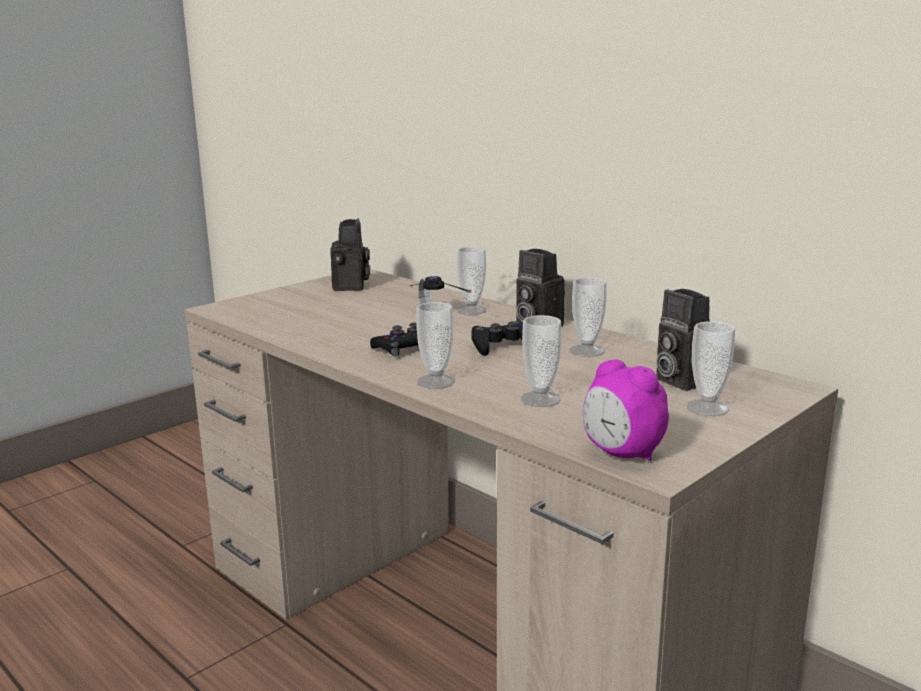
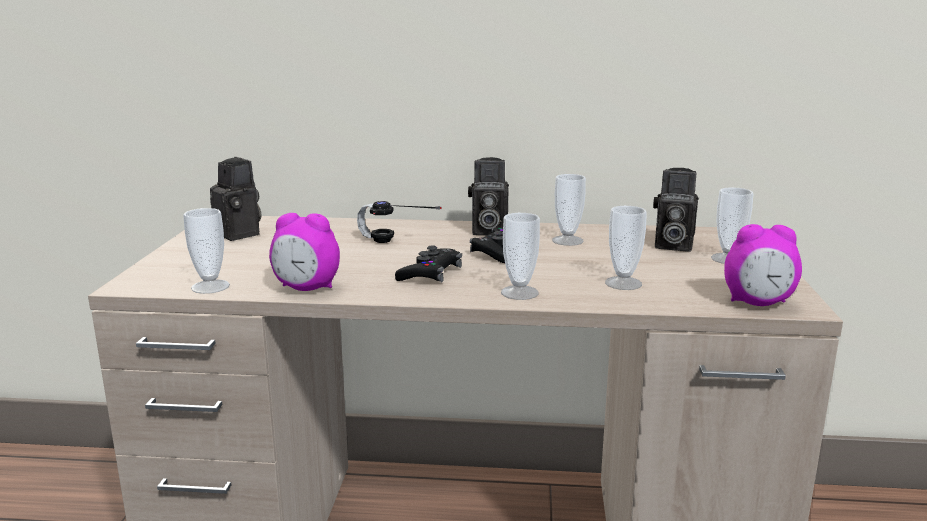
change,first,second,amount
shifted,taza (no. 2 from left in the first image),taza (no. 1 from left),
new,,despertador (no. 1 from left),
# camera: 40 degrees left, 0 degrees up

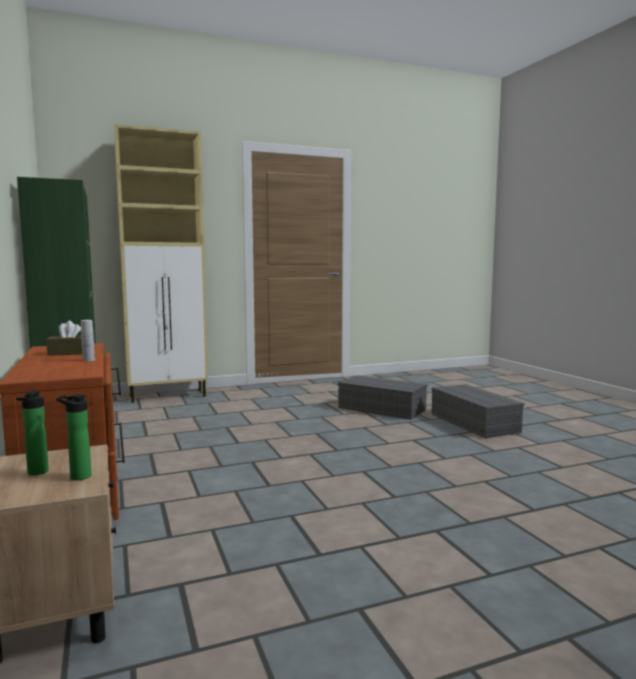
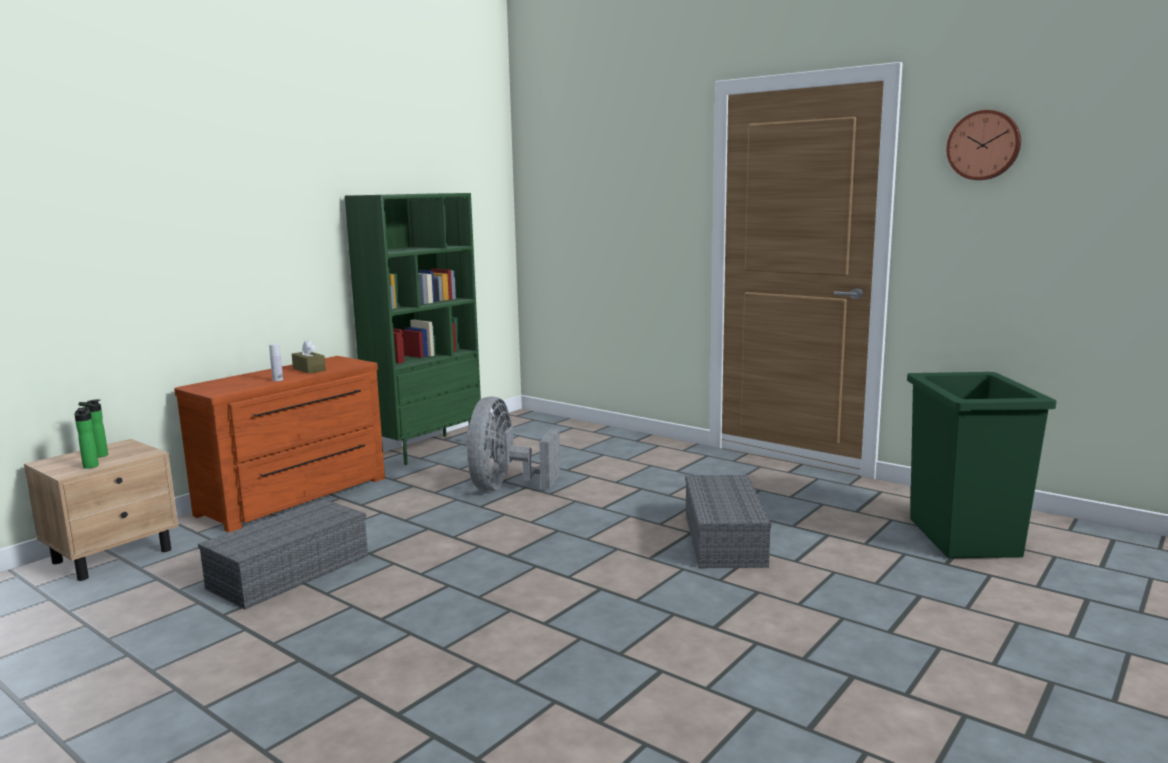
change,first,second,amount
gone,armario (beis),,
shifted,caja de almacenaje (gris) (no. 2 from left in the first image),caja de almacenaje (gris) (no. 1 from left),
new,,ventilador (gris),
new,,papelera (verde),
new,,reloj de pared,
# camera: 60 degrees right, 5 degrees up

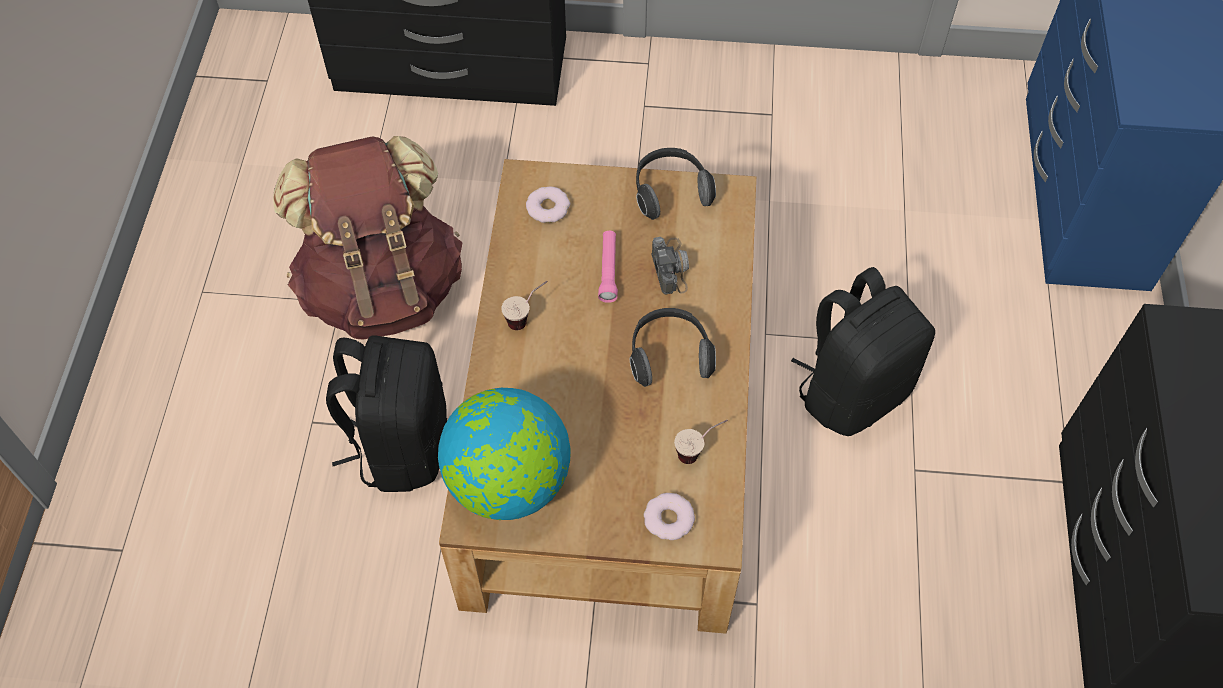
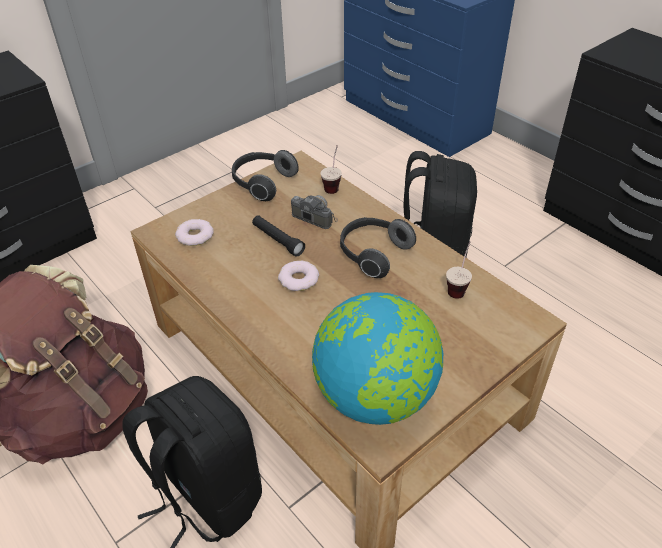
change,first,second,amount
shifted,taza (no. 1 from left),,
repainted,linterna (rosa),linterna (negro),
shifted,rosquilla (no. 2 from left),,
# camera: 45 degrees left, 15 degrees down

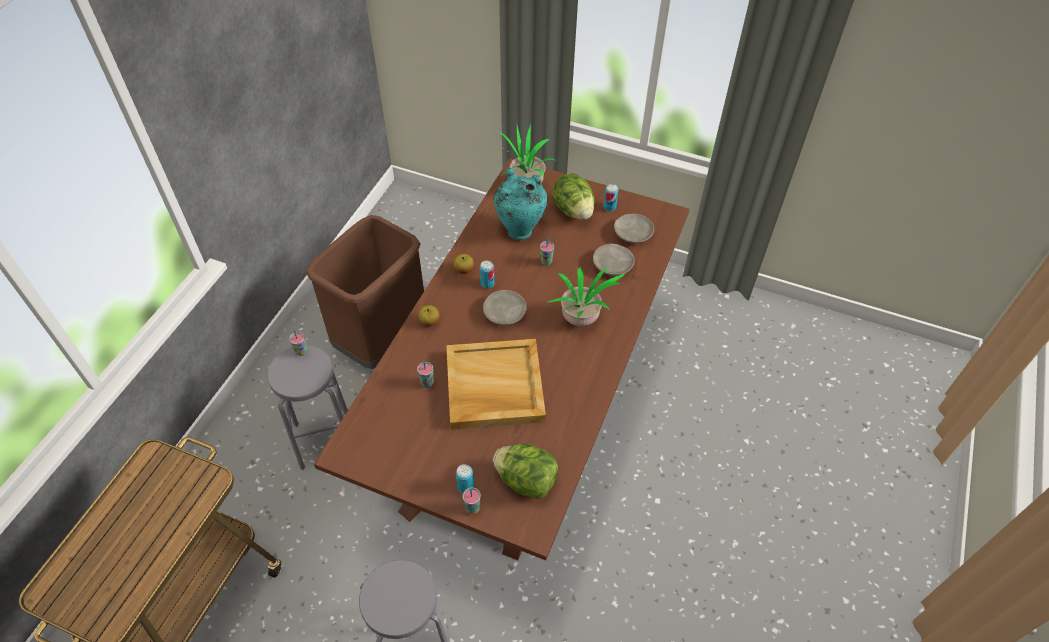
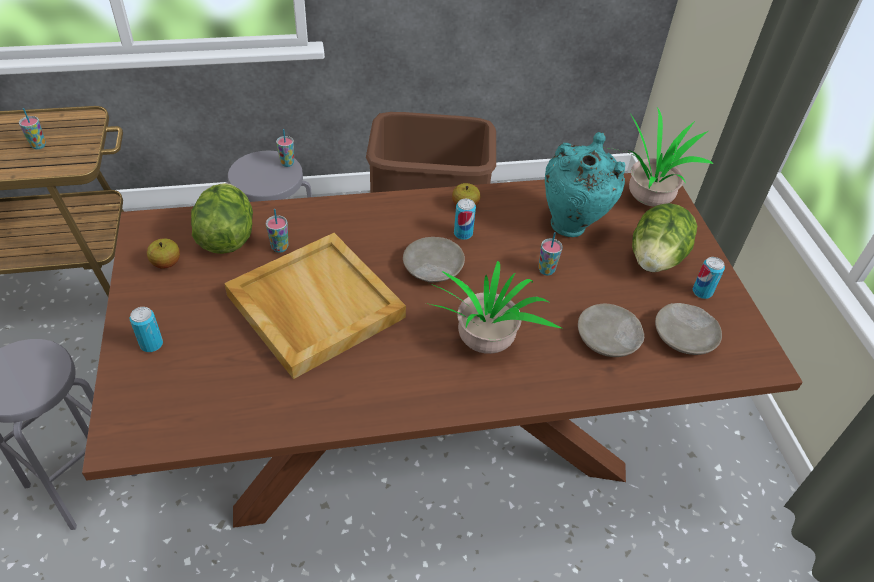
change,first,second,amount
shifted,manzana (no. 1 from left),,
shifted,taza (no. 3 from left in the first image),taza (no. 1 from left),
shifted,lechuga (no. 1 from left),,
# camera: 55 degrees right, 5 degrees down

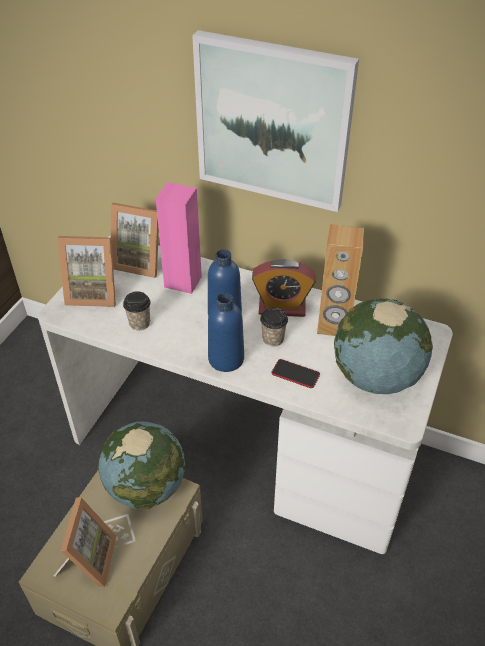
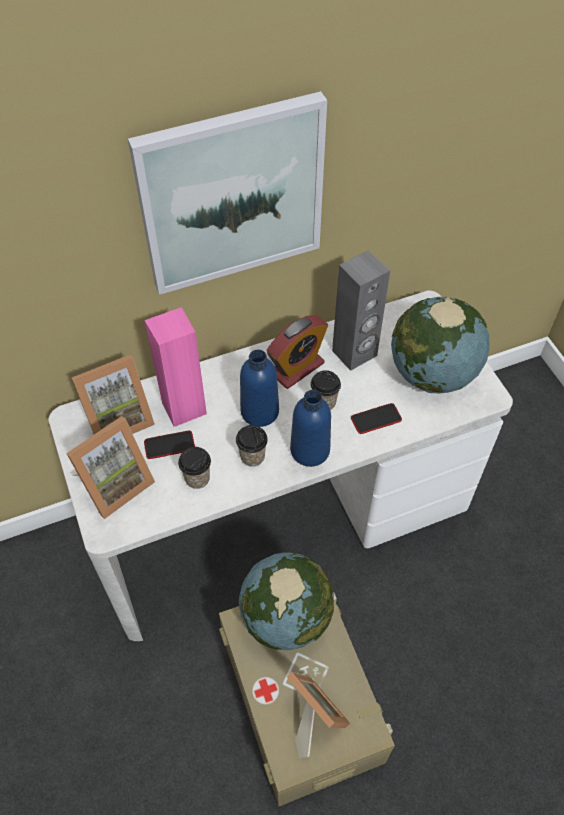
change,first,second,amount
repainted,altavoz (marrón),altavoz (gris),
new,,móvil (no. 1 from left),
new,,taza (no. 2 from left),
# camera: 45 degrees left, 10 degrees up

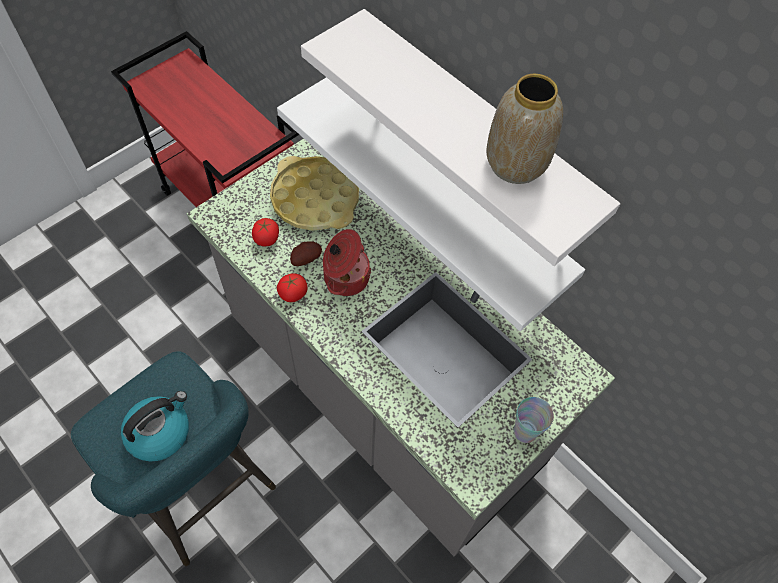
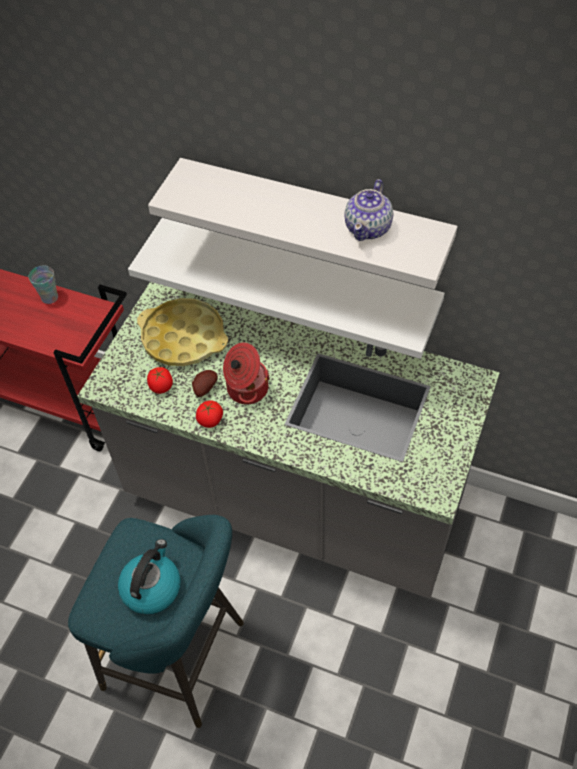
change,first,second,amount
swapped,florero,tetera,
shifted,taza,,
# camera: 20 degrees left, 5 degrees down

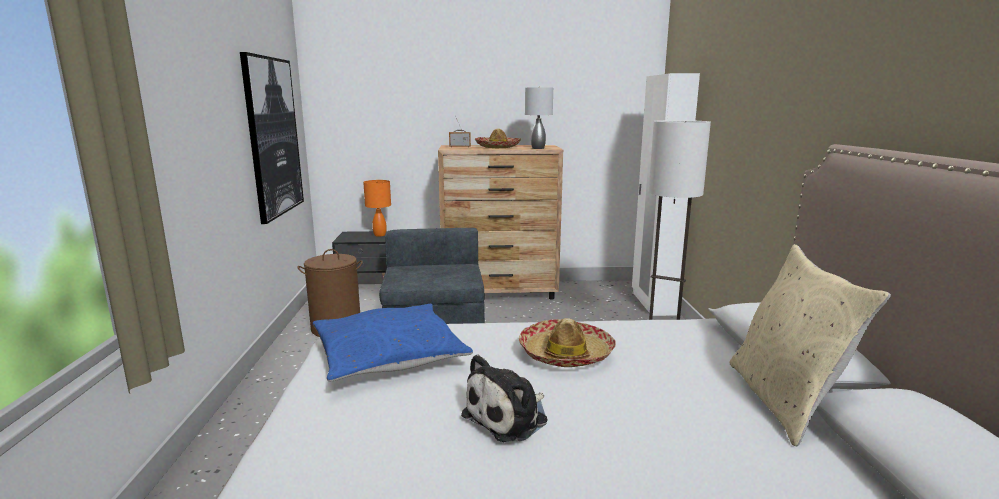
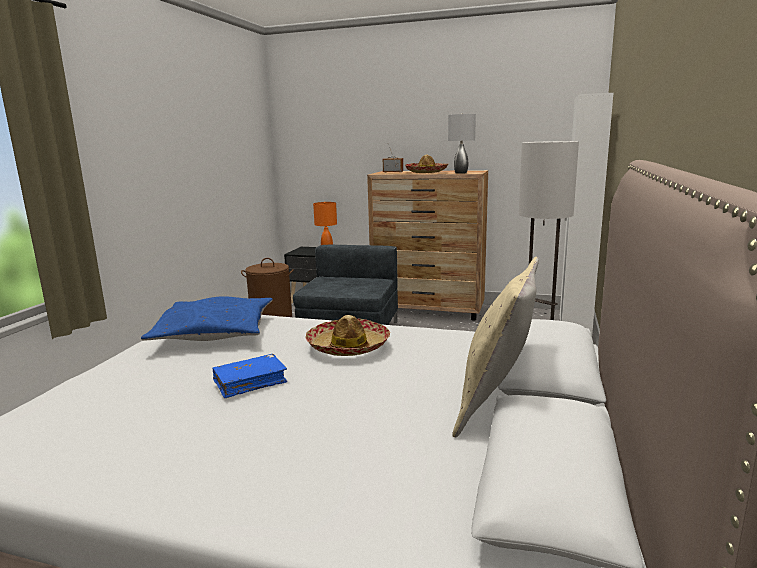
change,first,second,amount
gone,cuadro,,
swapped,peluche,libro (azul),
# camera: 20 degrees right, 0 degrees up

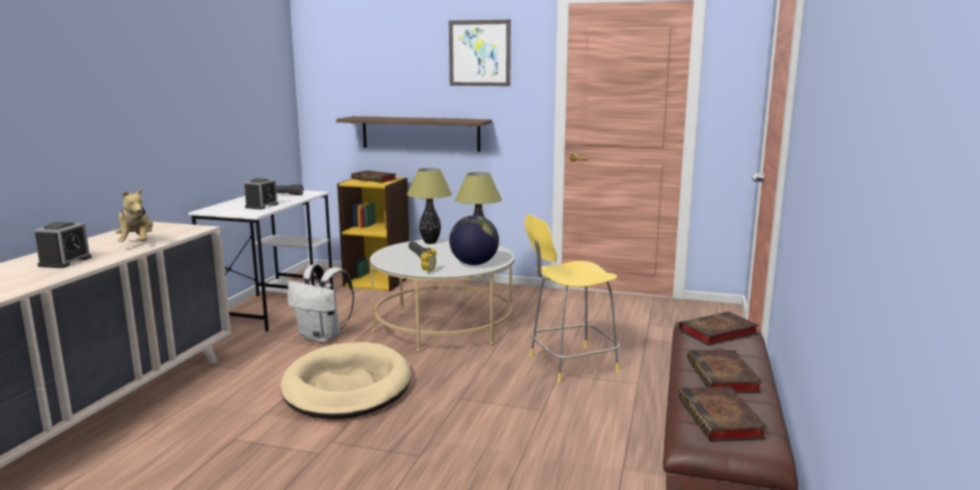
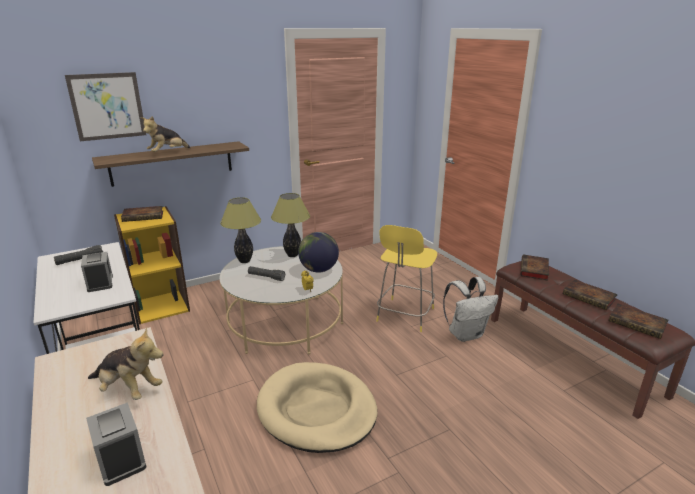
change,first,second,amount
shifted,mochila (blanco),,
shifted,cuadro,,
new,,peluche (no. 2 from left),
# camera: 45 degrees left, 10 degrees up

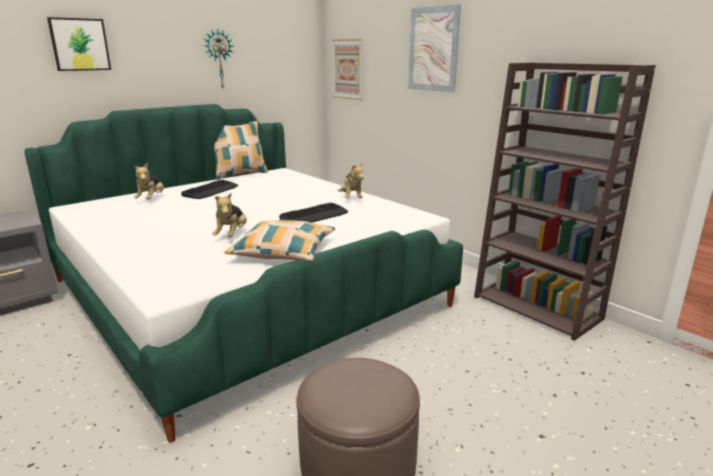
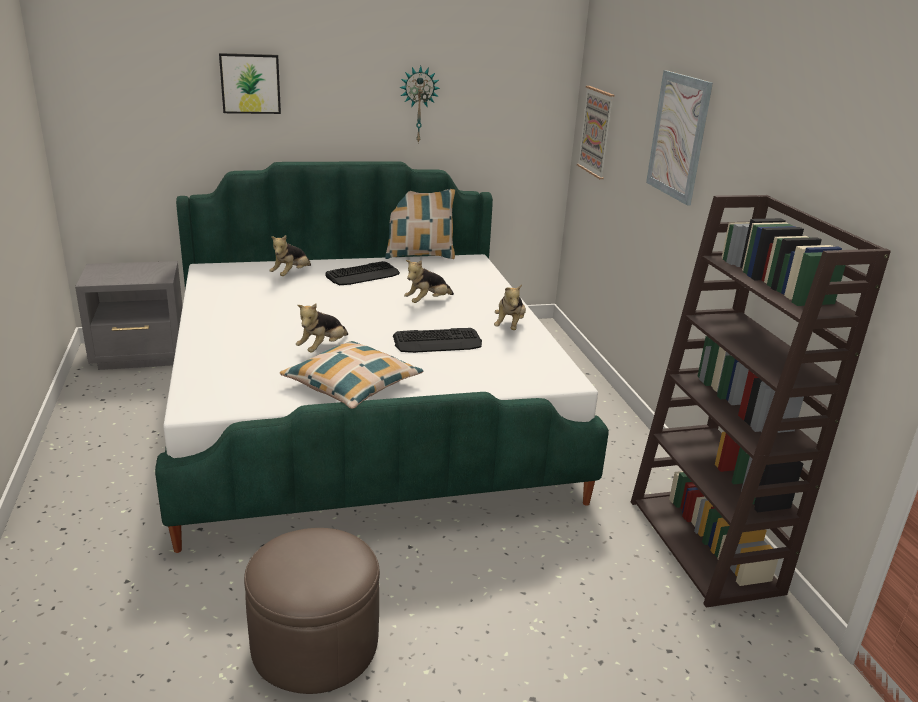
change,first,second,amount
new,,peluche (no. 3 from left),
# camera: 25 degrees right, 5 degrees up

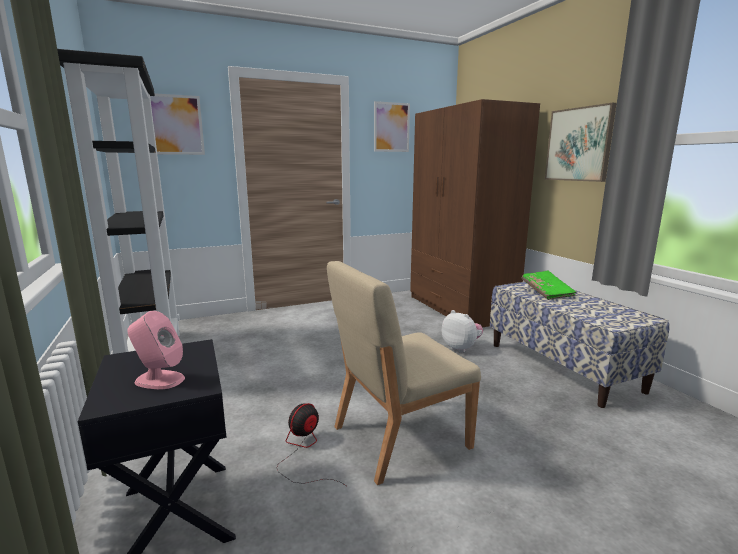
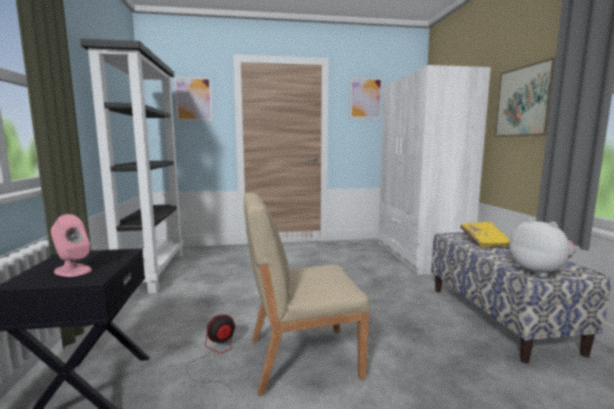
change,first,second,amount
repainted,armario ropero (marrón),armario ropero (blanco),
shifted,peluche,,
repainted,libro (verde),libro (amarillo),
# camera: 15 degrees right, 5 degrees down

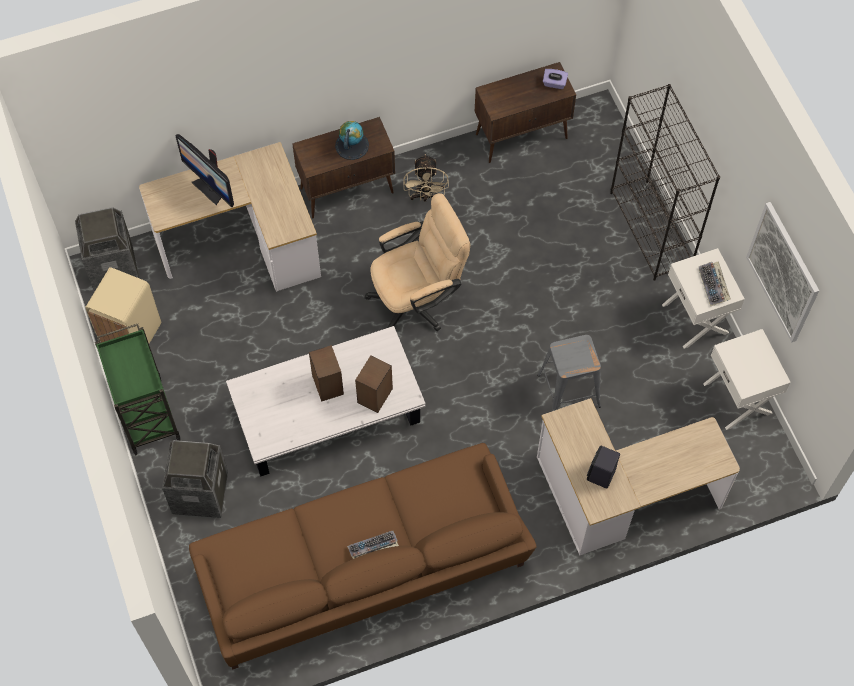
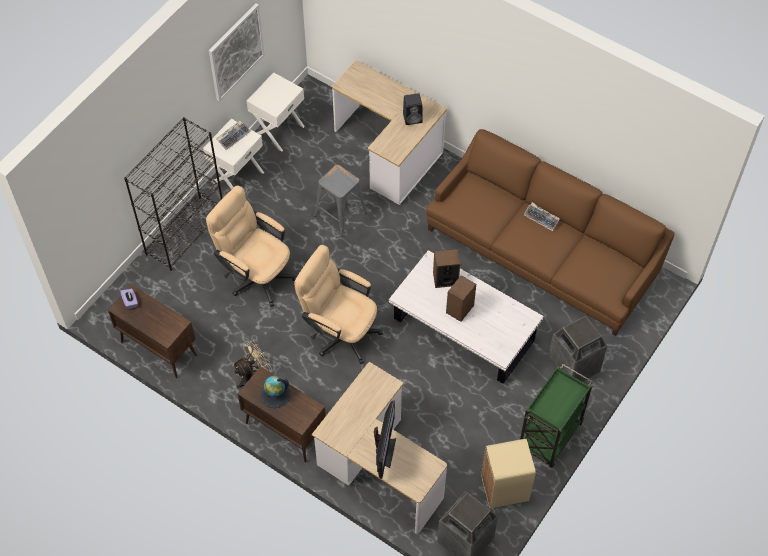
change,first,second,amount
new,,silla de oficina (beis) (no. 1 from left),
# camera: 125 degrees left, 5 degrees down

